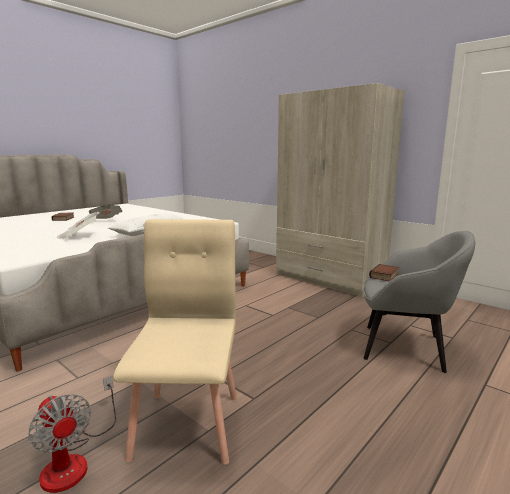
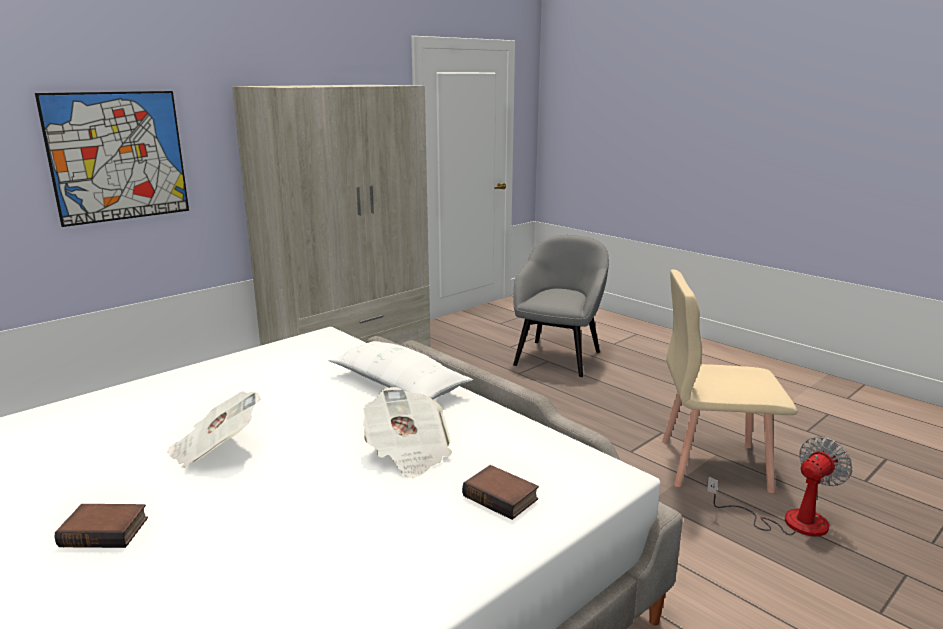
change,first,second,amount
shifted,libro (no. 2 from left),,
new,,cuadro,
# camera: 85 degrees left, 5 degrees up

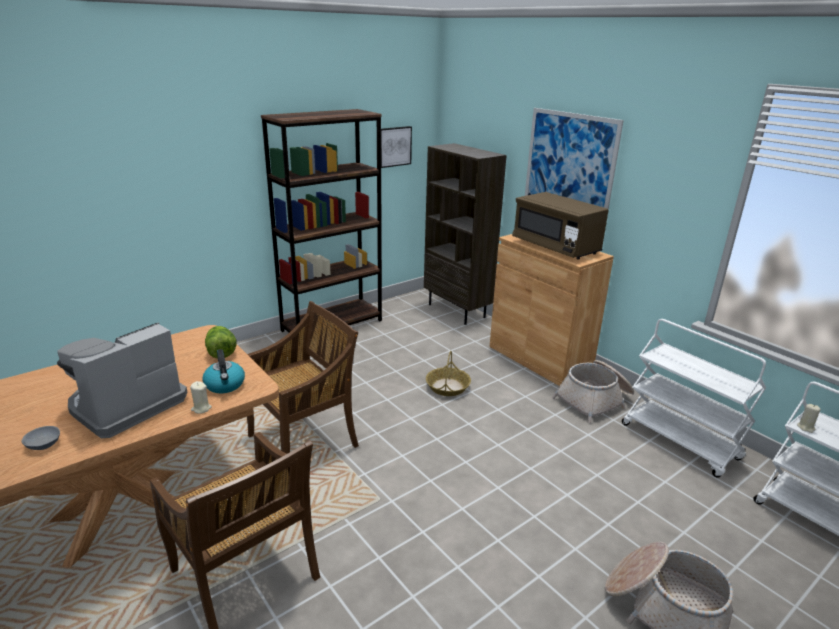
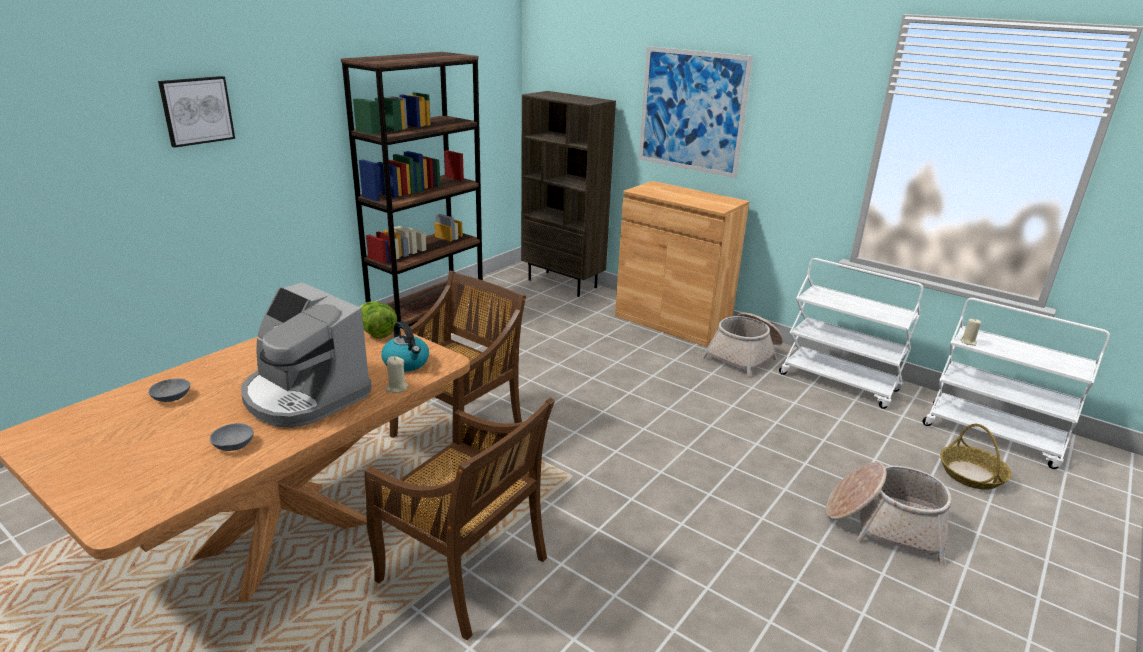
change,first,second,amount
rotated,cafetera,,75 degrees counterclockwise
shifted,cuadro (no. 1 from left),,
shifted,cesta (no. 1 from left in the first image),cesta (no. 3 from left),
gone,microondas (marrón),,
new,,cuenco (gris) (no. 1 from left),
# camera: 15 degrees left, 0 degrees up

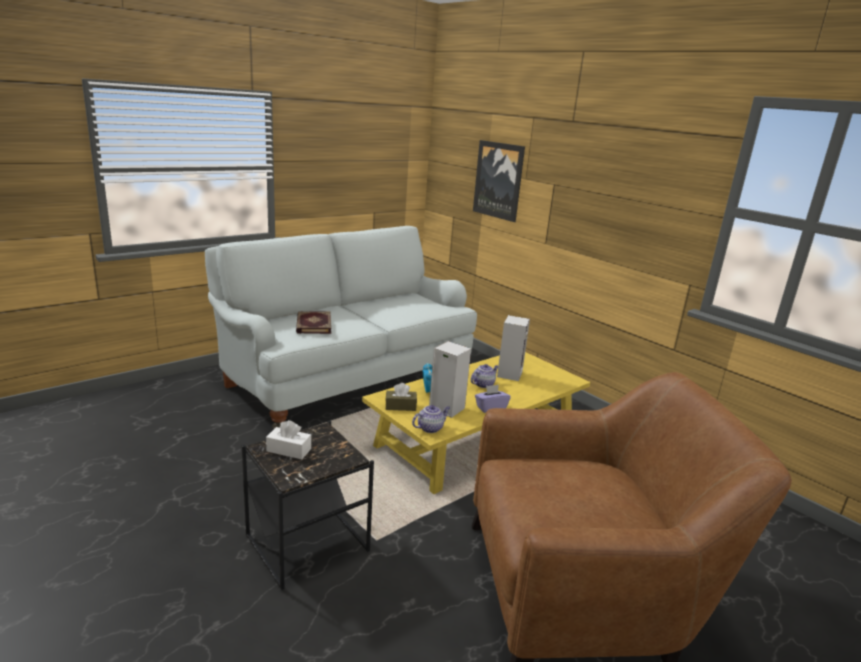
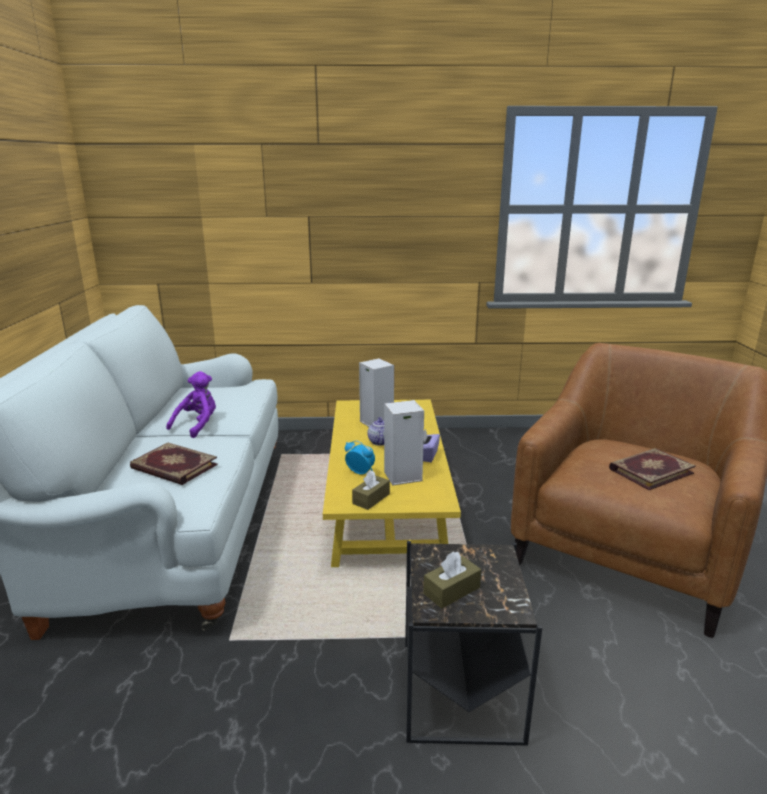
change,first,second,amount
repainted,caja de pañuelos (blanco),caja de pañuelos (marrón) (no. 2 from left),
gone,tetera (no. 1 from left),,
gone,cuadro,,
new,,peluche (morado),
new,,libro (no. 2 from left),
# camera: 50 degrees left, 0 degrees up

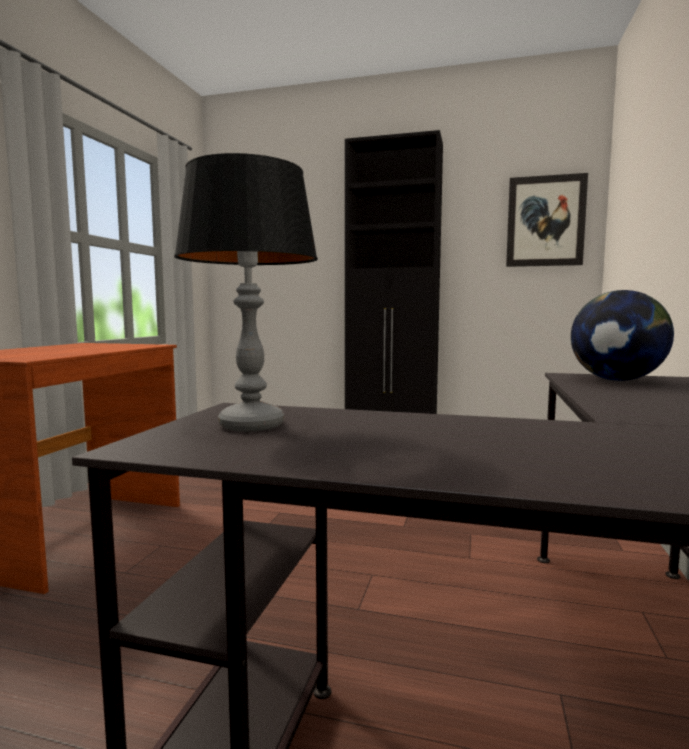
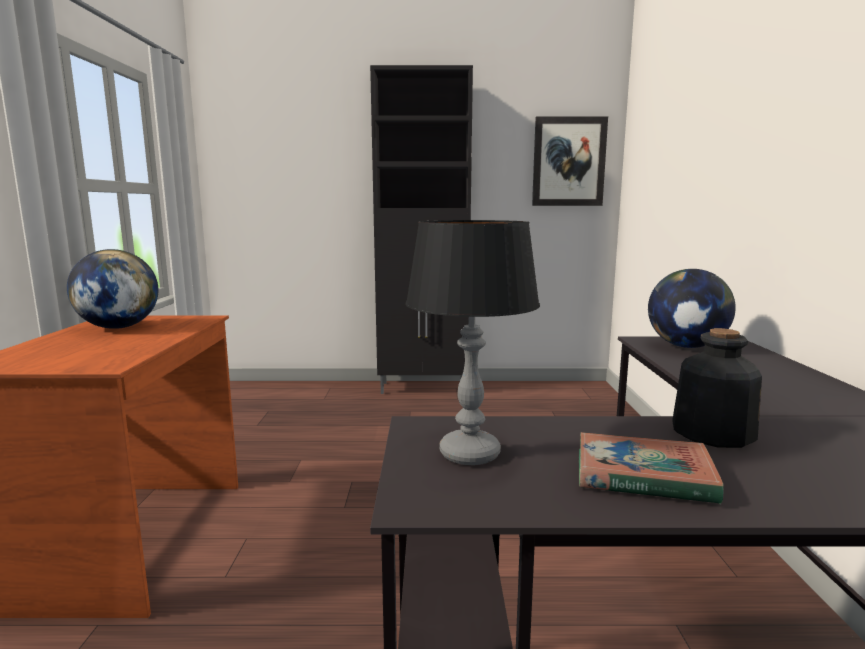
change,first,second,amount
new,,globo terráqueo (no. 1 from left),
new,,libro,
new,,botella,
# camera: 15 degrees left, 5 degrees up

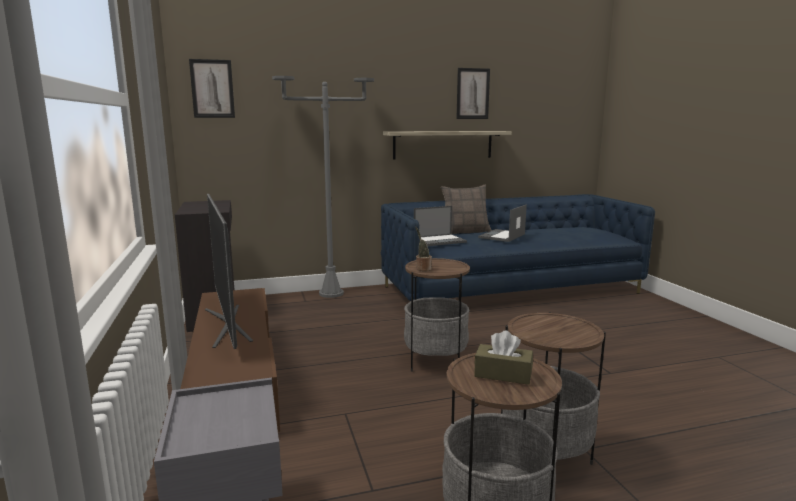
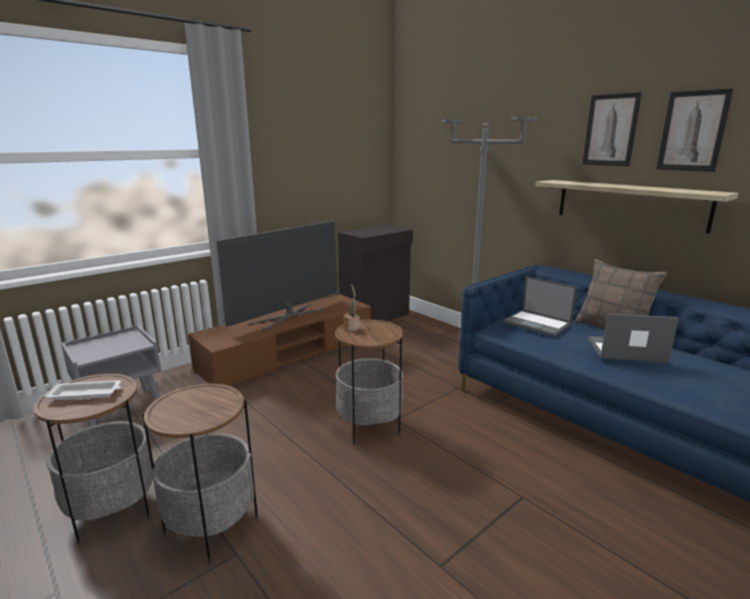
change,first,second,amount
shifted,cuadro (no. 1 from left),,
swapped,caja de pañuelos (marrón),bandeja (blanco),
# camera: 65 degrees right, 5 degrees up

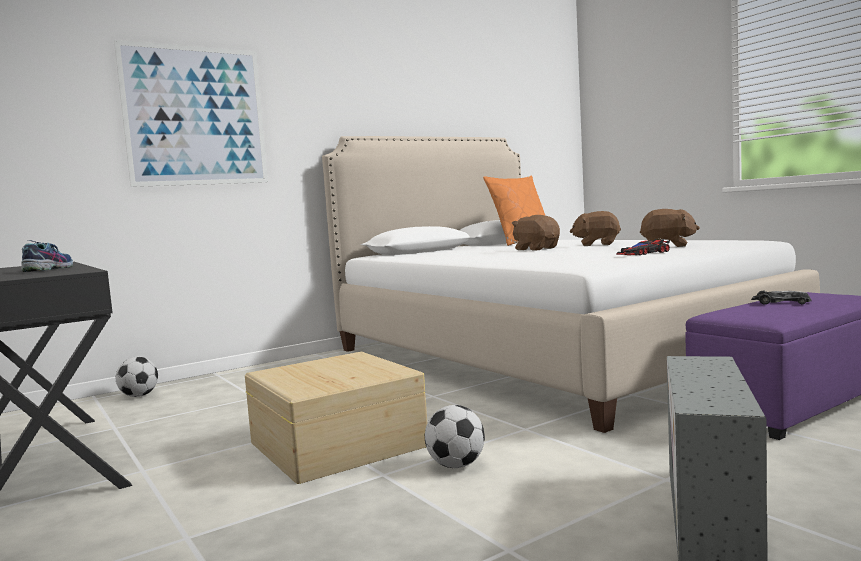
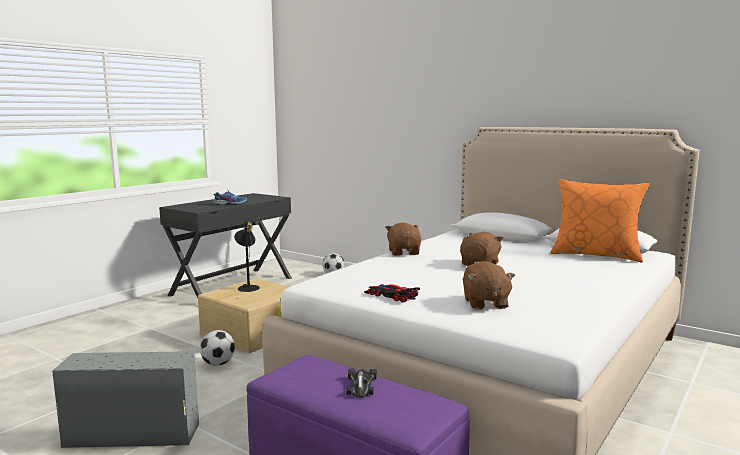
change,first,second,amount
gone,cuadro,,
shifted,peluche (marrón) (no. 2 from left in the first image),peluche (marrón) (no. 1 from left),
new,,lámpara de mesa (negro),
# camera: 70 degrees right, 5 degrees up

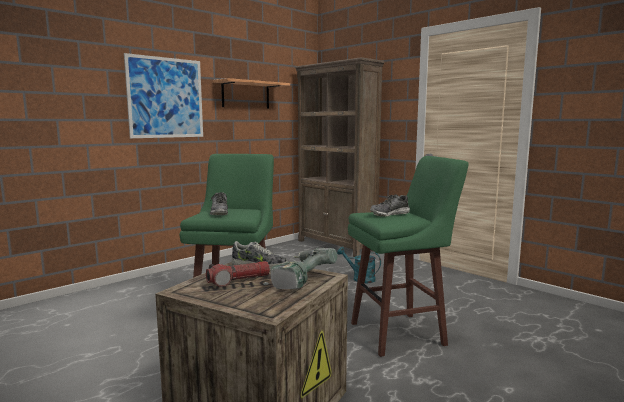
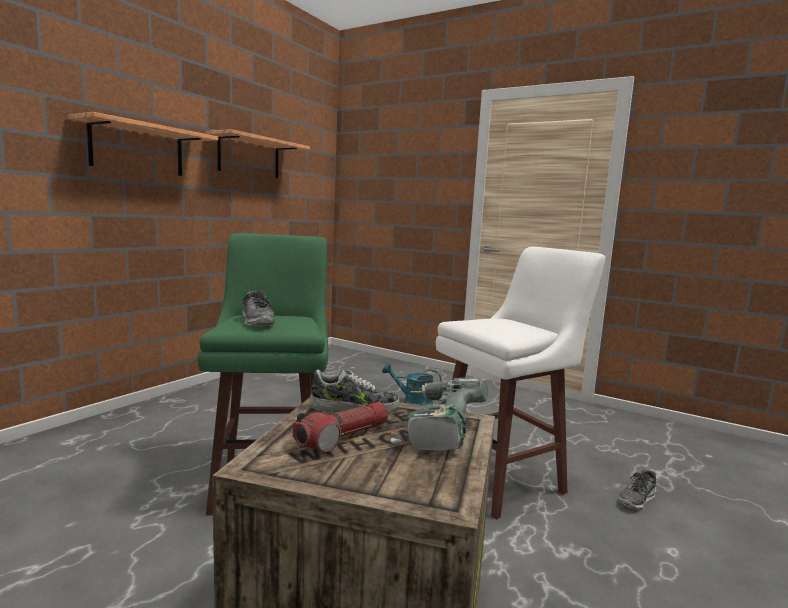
change,first,second,amount
swapped,cuadro,estante (no. 1 from left),
gone,estantería (marrón),,
repainted,taburete (verde) (no. 2 from left),taburete (blanco),
shifted,zapato (no. 3 from left),,
# camera: 15 degrees left, 0 degrees up

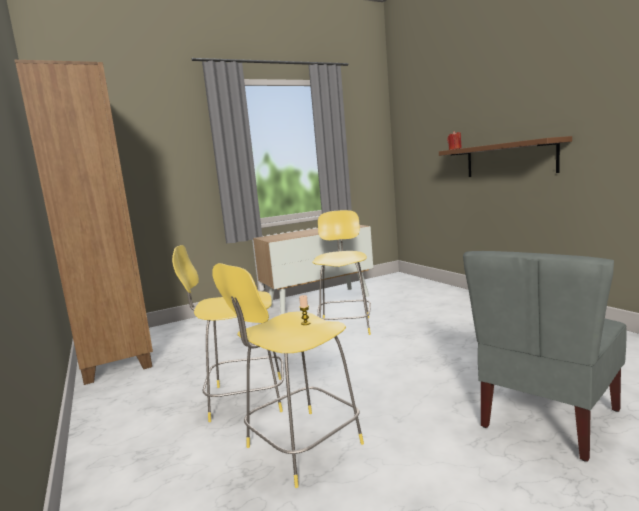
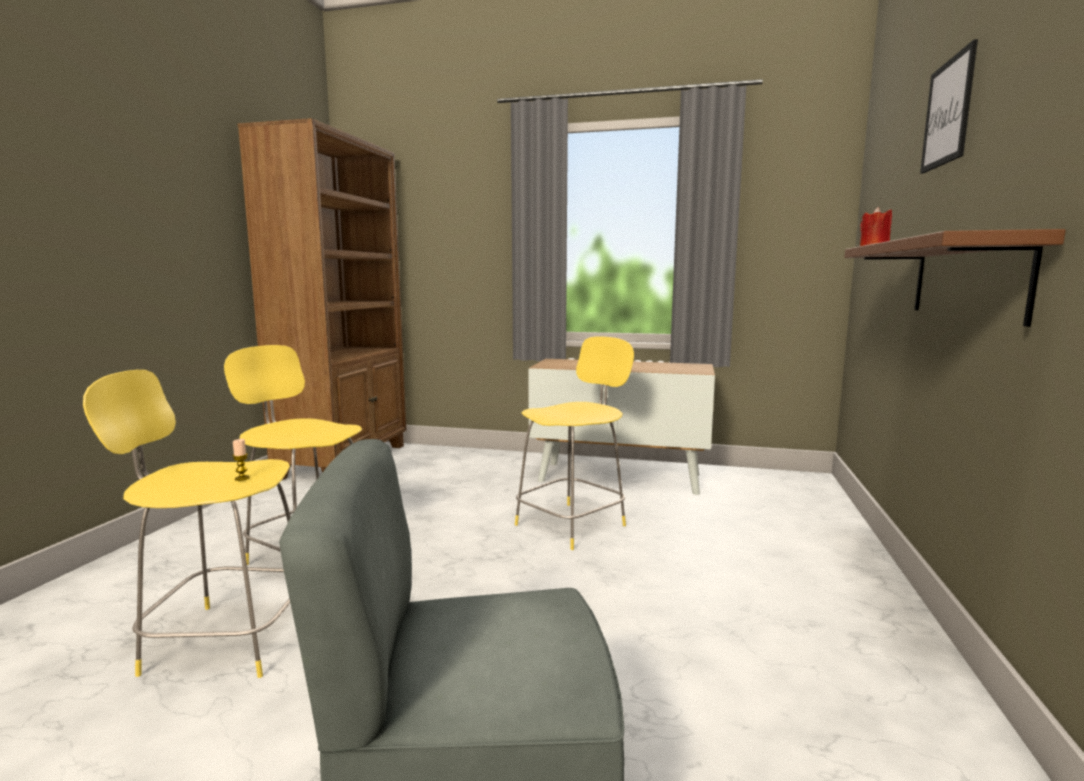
change,first,second,amount
new,,cuadro,
# camera: 40 degrees right, 0 degrees up

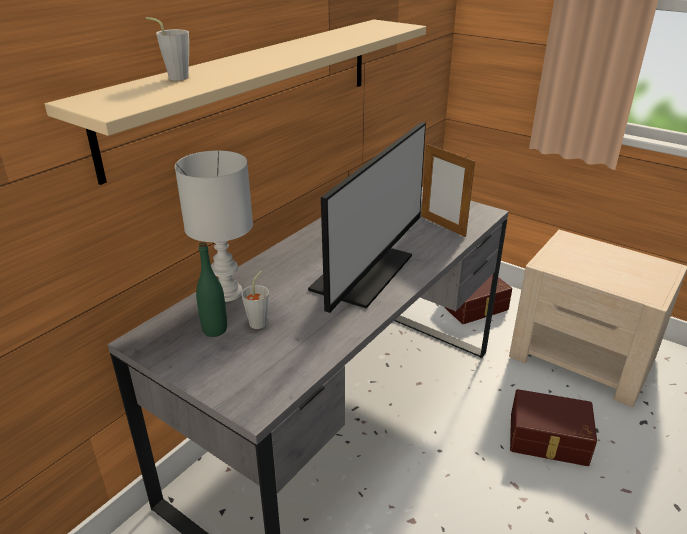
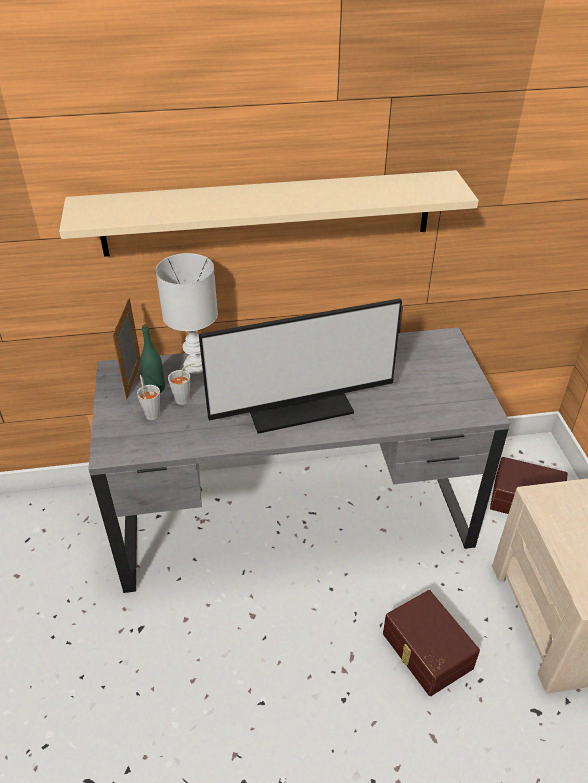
change,first,second,amount
shifted,taza (gris) (no. 1 from left),,
shifted,portarretratos,,
# camera: 45 degrees right, 10 degrees up

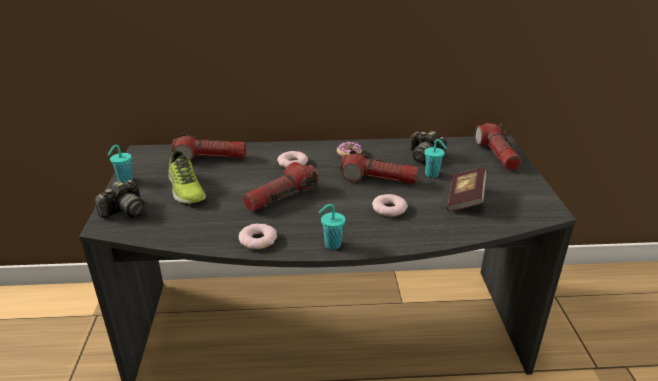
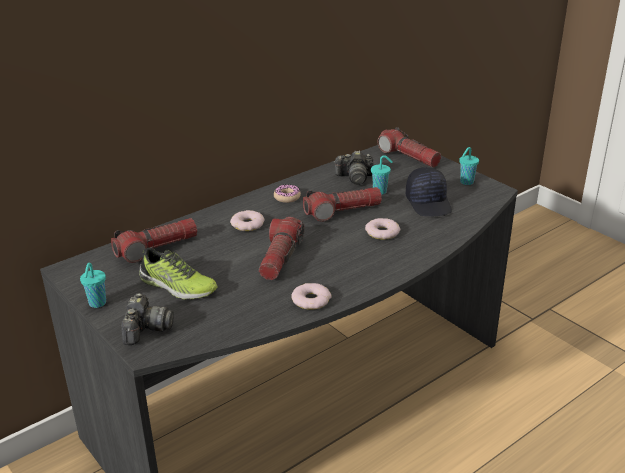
change,first,second,amount
shifted,taza (turquesa) (no. 2 from left in the first image),taza (turquesa) (no. 3 from left),
swapped,libro,gorra (negro),
# camera: 35 degrees left, 0 degrees up

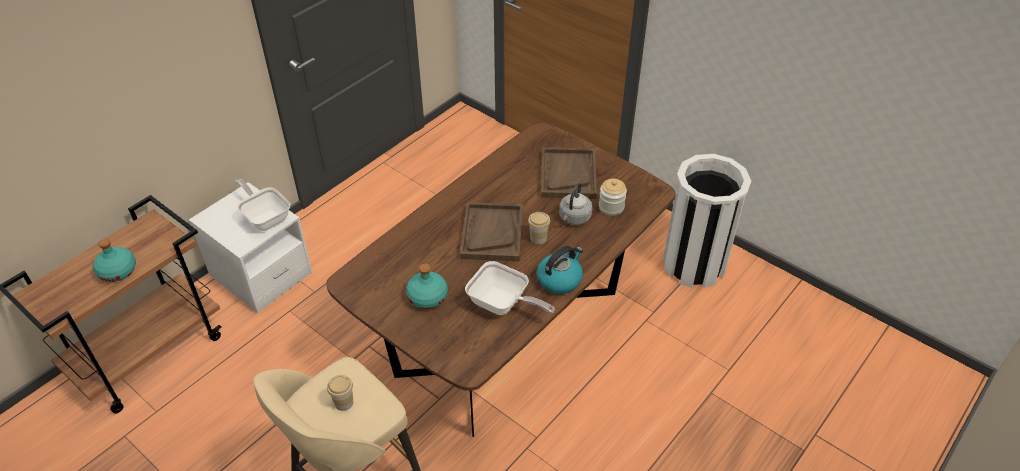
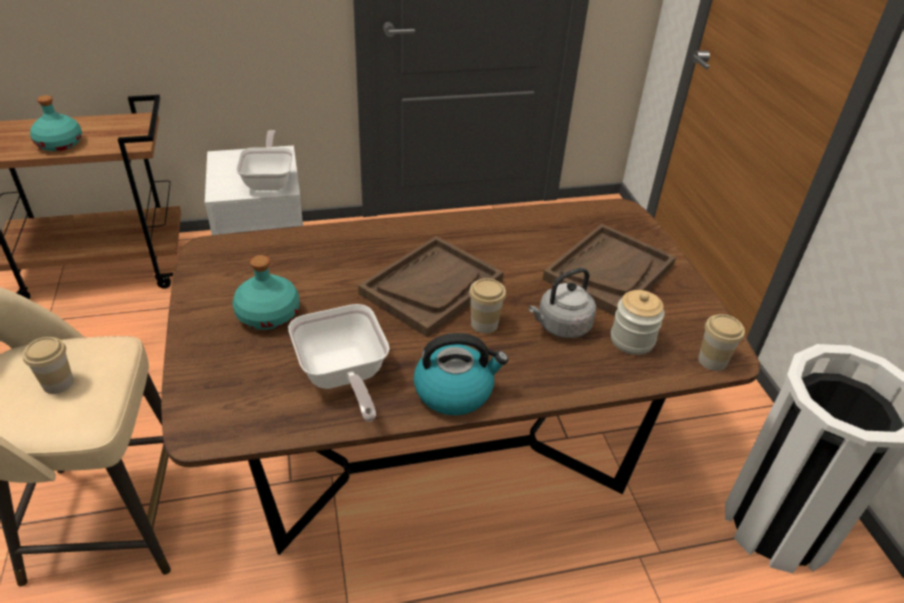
change,first,second,amount
new,,taza (no. 3 from left),
# camera: 35 degrees right, 5 degrees down

